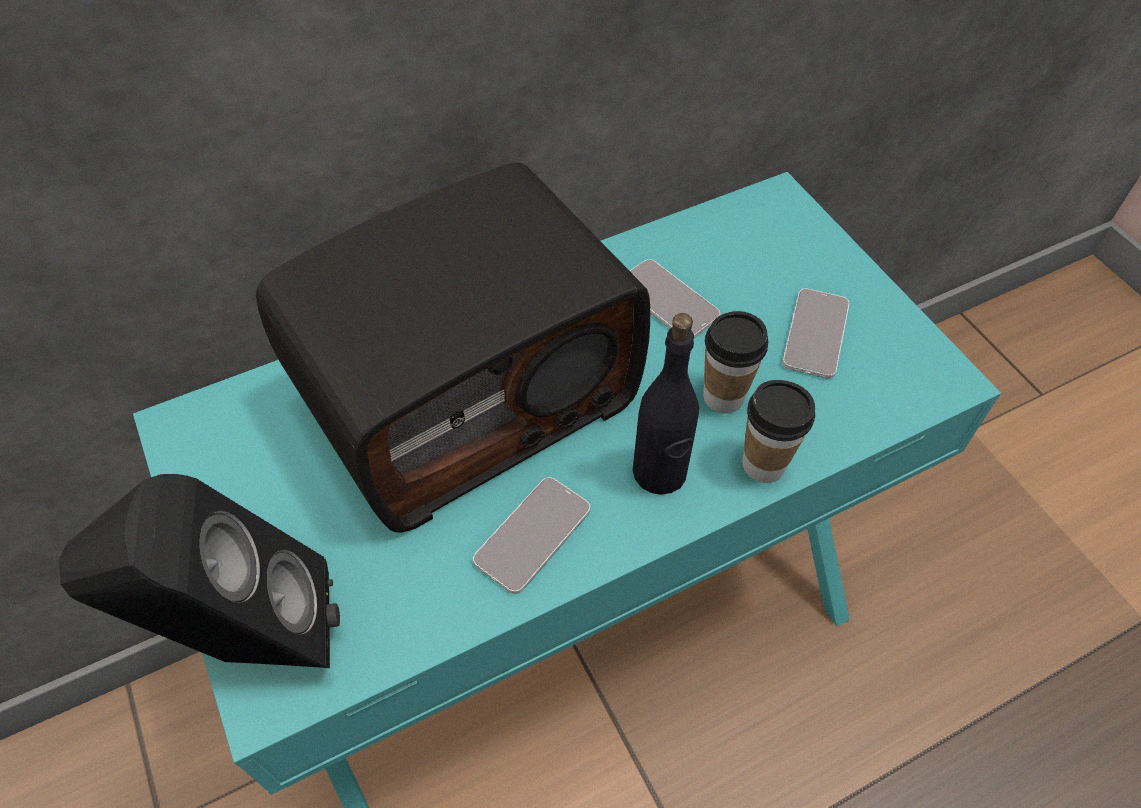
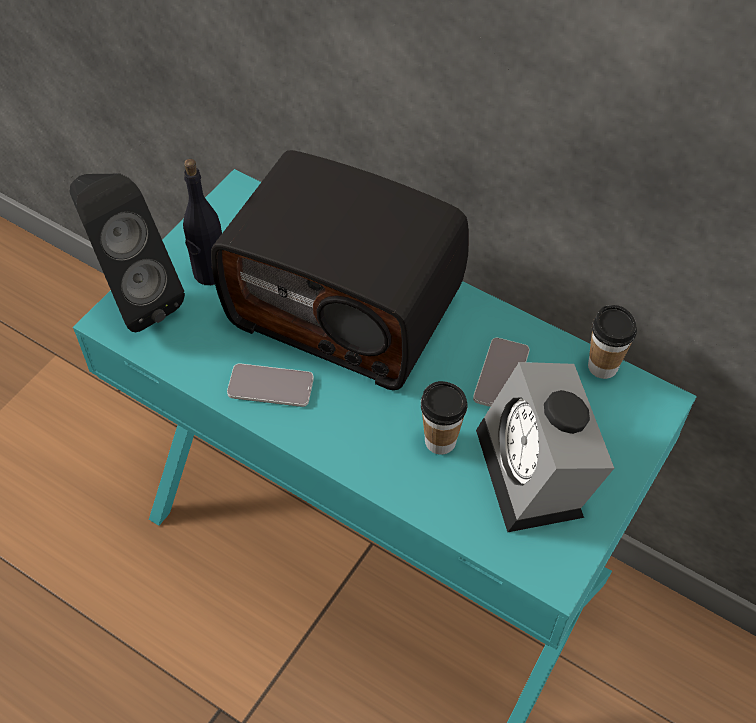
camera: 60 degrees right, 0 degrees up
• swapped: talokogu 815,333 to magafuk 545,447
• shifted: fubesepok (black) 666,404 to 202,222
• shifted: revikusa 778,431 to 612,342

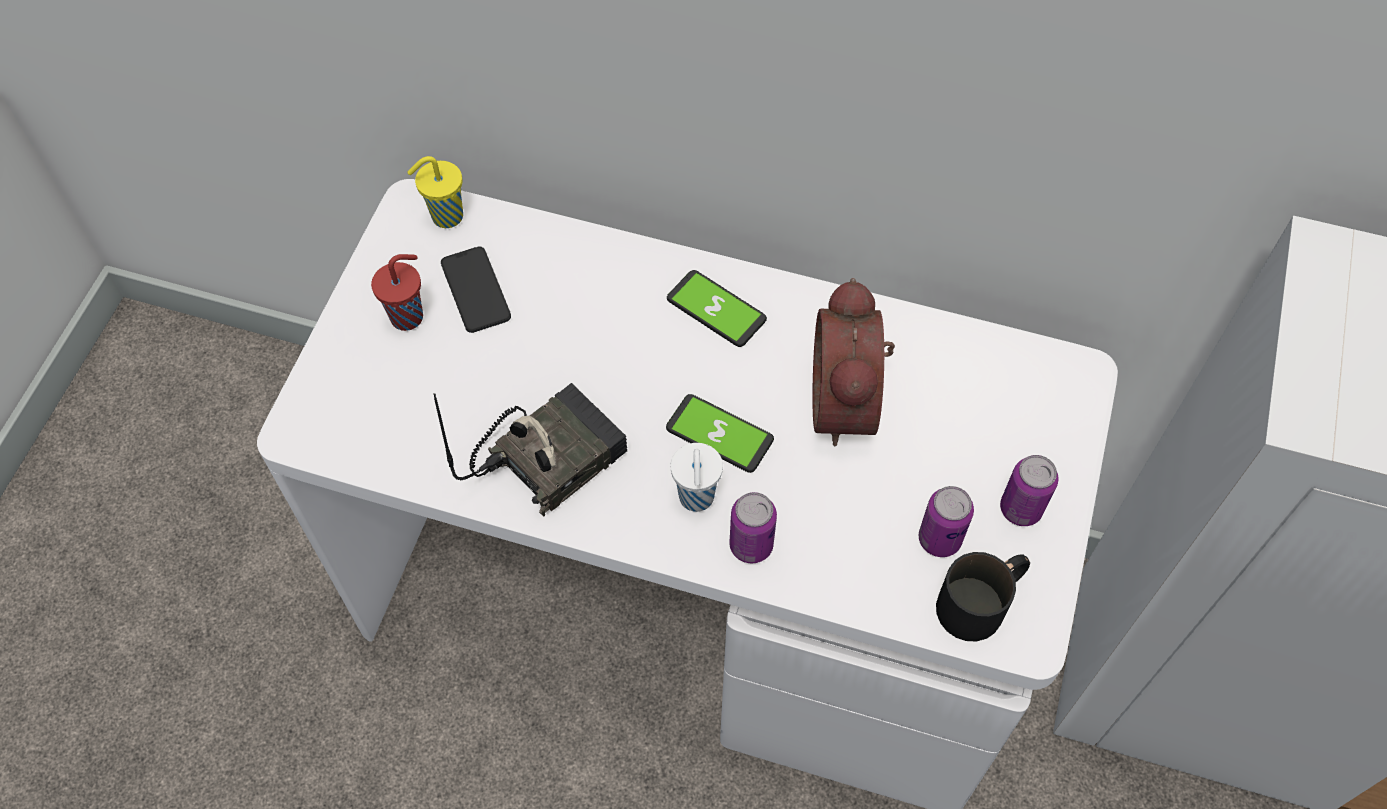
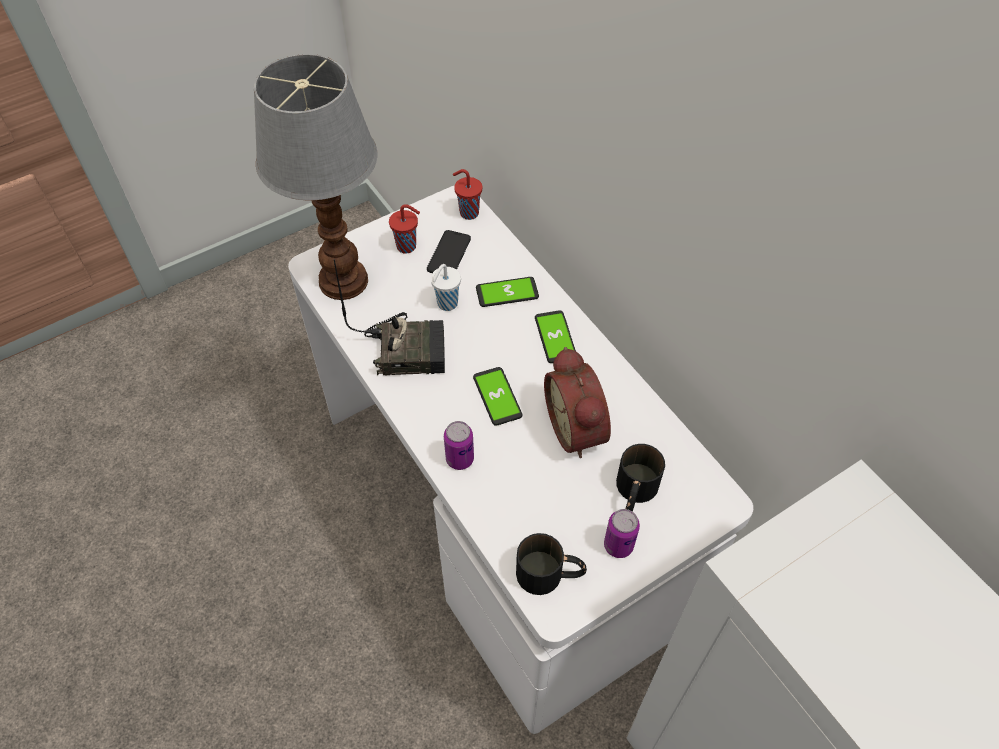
camera: 40 degrees right, 5 degrees down
• repainted: revikusa (yellow) 435,192 to revikusa (red) 467,194
• rotated: magafuk 853,362 = 577,402 60 degrees counterclockwise
• shifted: revikusa (white) 696,477 to 446,287
• gone: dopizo 946,521
• new: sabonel 315,177
• new: talokogu 507,292
• new: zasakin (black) 640,478

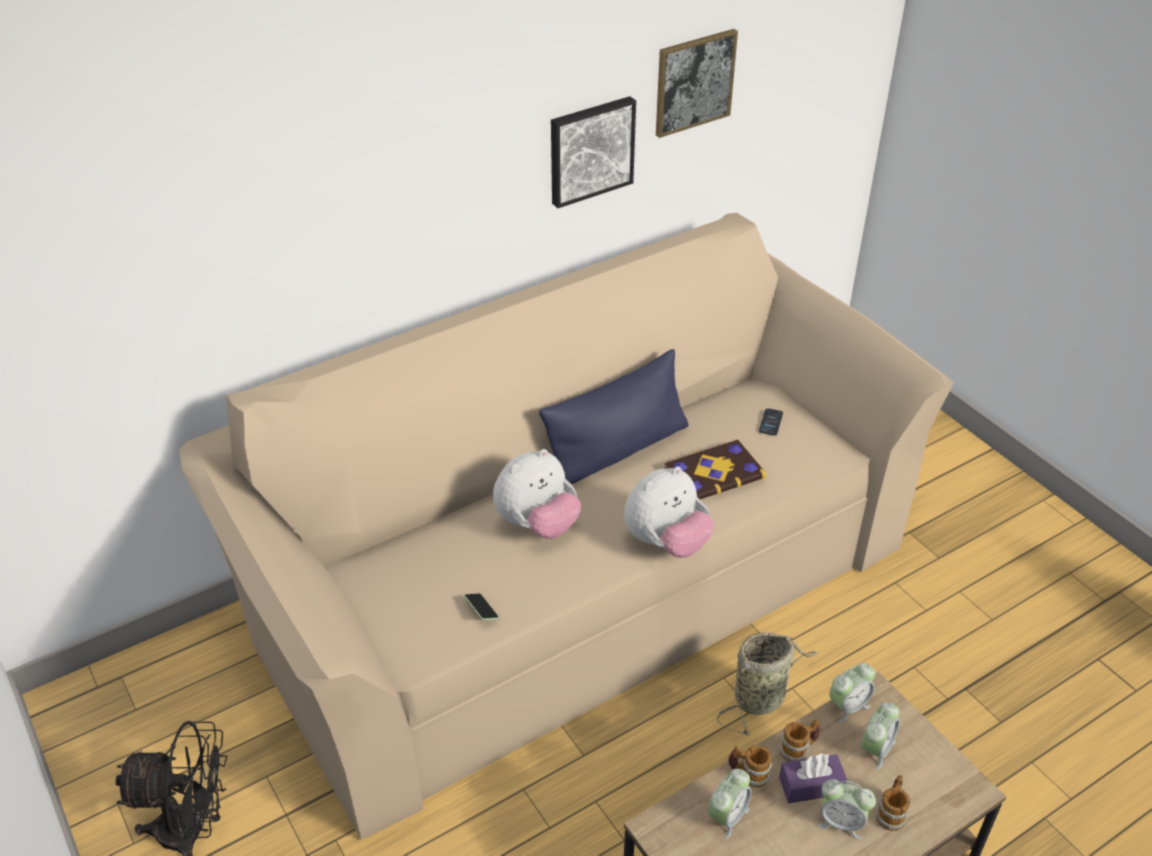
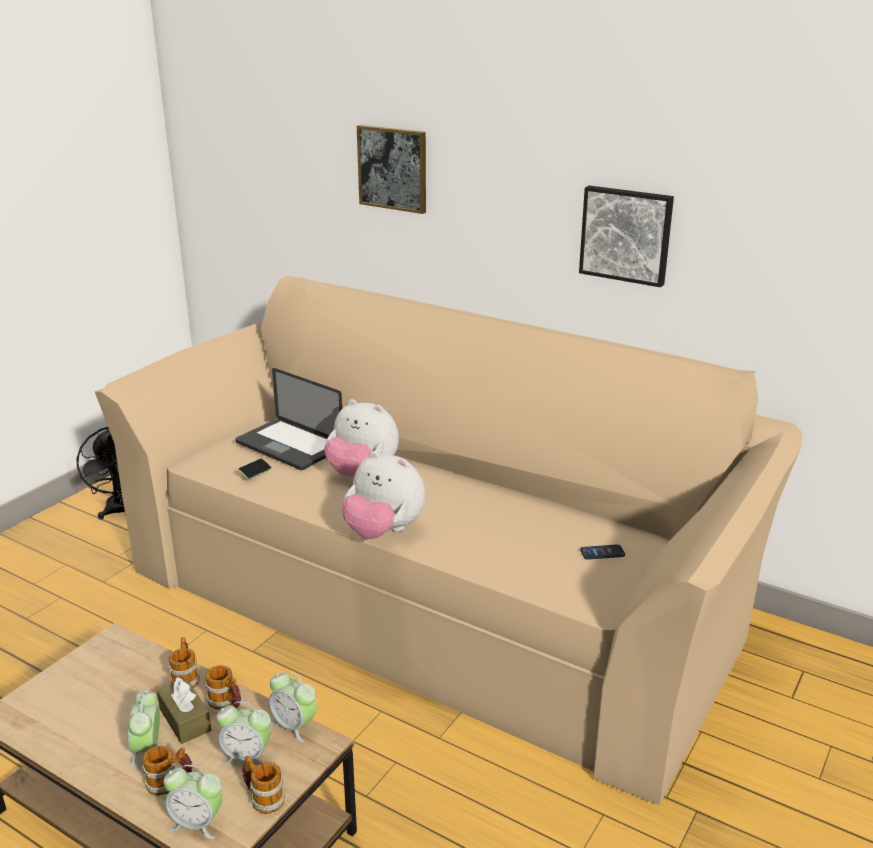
camera: 65 degrees right, 15 degrees down
• shifted: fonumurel 697,83 to 391,169
• gone: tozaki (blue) 614,417
• gone: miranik 715,469
• gone: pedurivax 767,684
• repainted: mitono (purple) 813,778 to mitono (brown) 184,710
• shifted: magafuk 730,804 to 192,802
• new: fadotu 288,419
• new: zasakin 263,785

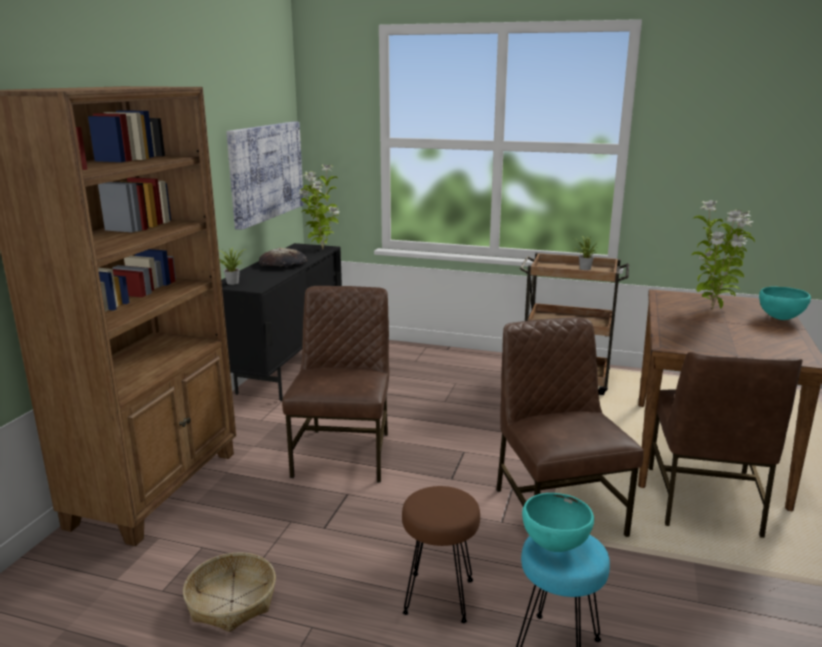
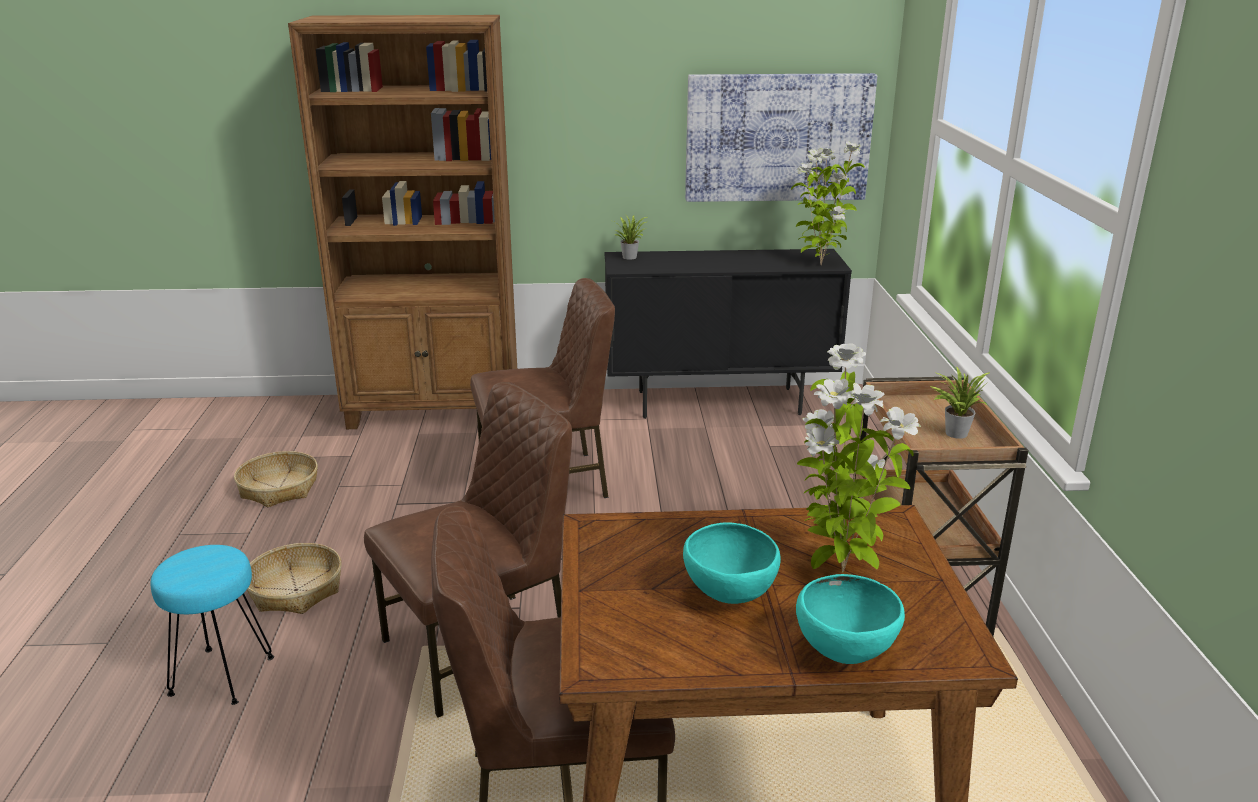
camera: 70 degrees right, 5 degrees up
• gone: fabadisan 283,257
• swapped: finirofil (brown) 441,554 to pedurivax 294,578
• shifted: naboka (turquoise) 558,522 to 732,563

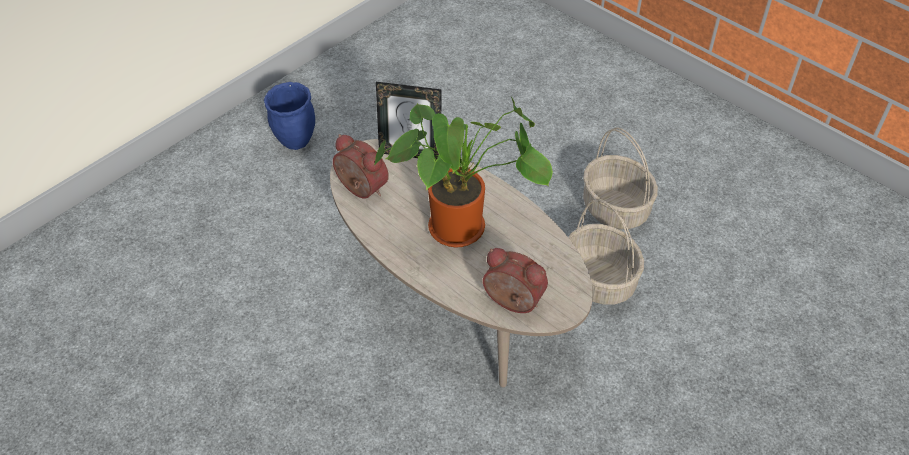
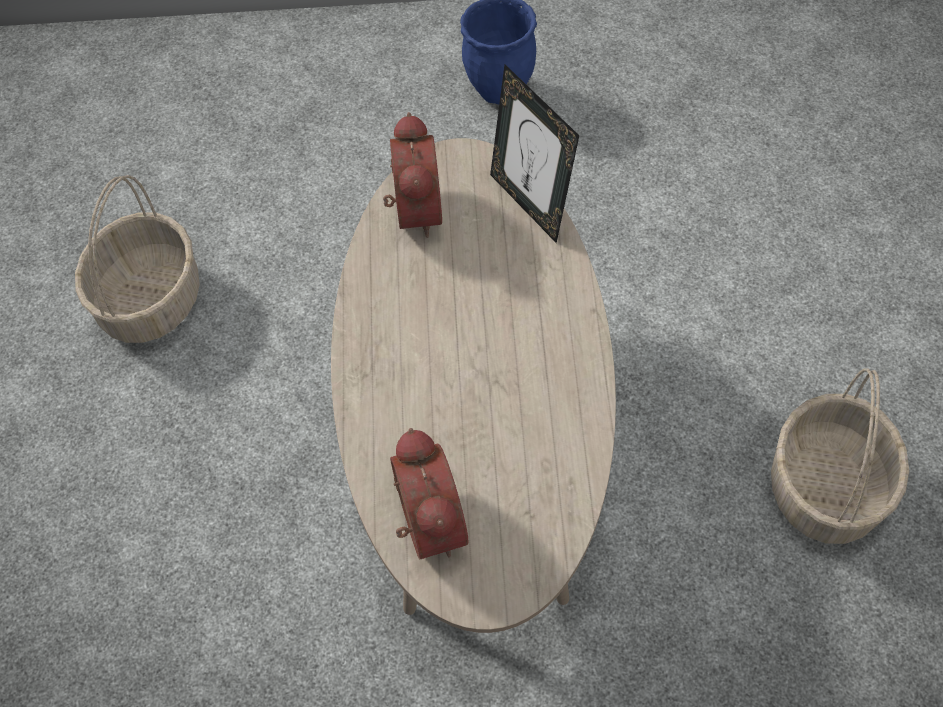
camera: 45 degrees right, 10 degrees up
• gone: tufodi 463,172
• shifted: pedurivax 606,251 to 137,259

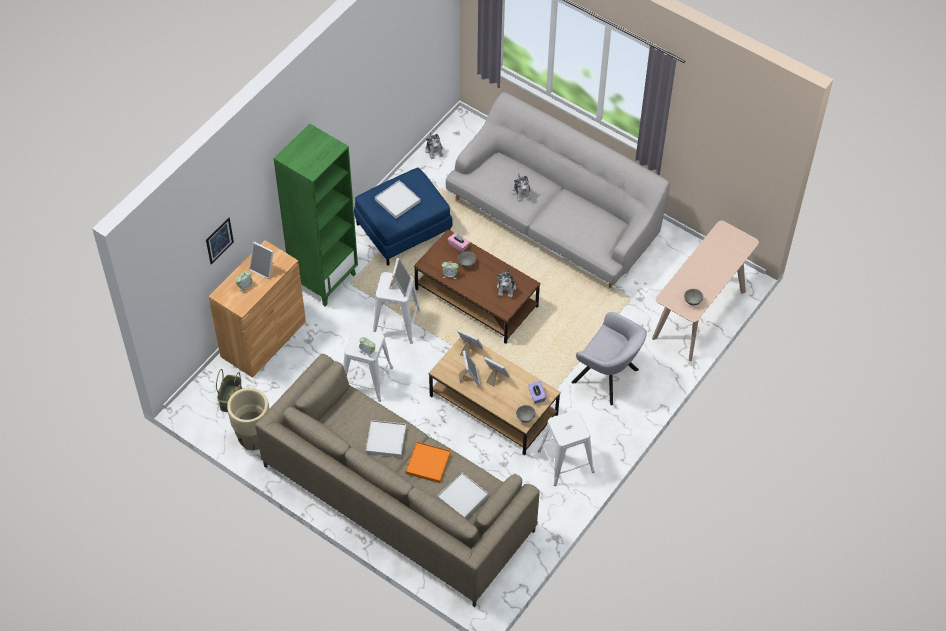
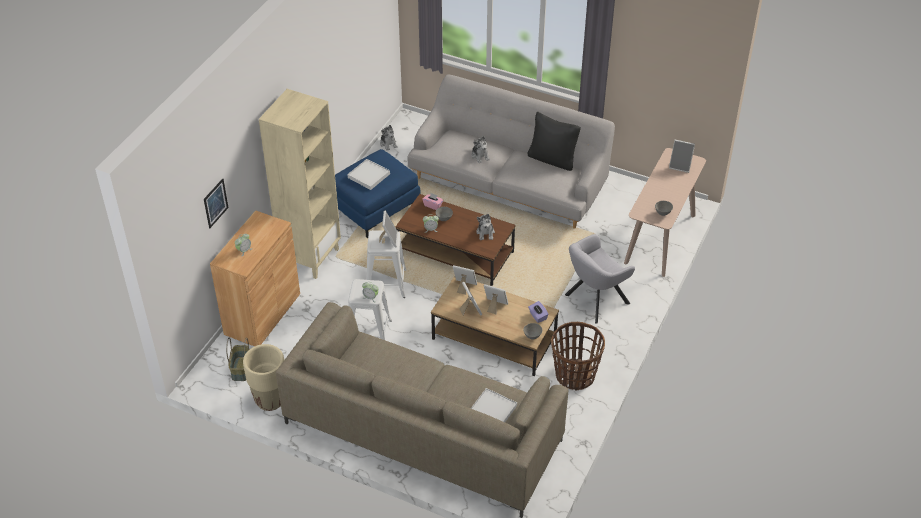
camera: 10 degrees left, 10 degrees down
• repainted: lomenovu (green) 316,214 to lomenovu (beige) 300,184
• shifted: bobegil 261,260 to 682,156
• rotated: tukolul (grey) 609,358 = 600,279 120 degrees clockwise
• swapped: finirofil (white) 566,448 to pedurivax 578,356
• gone: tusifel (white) 386,438
• gone: tusifel (orange) 428,462
• new: tozaki (black) 554,141

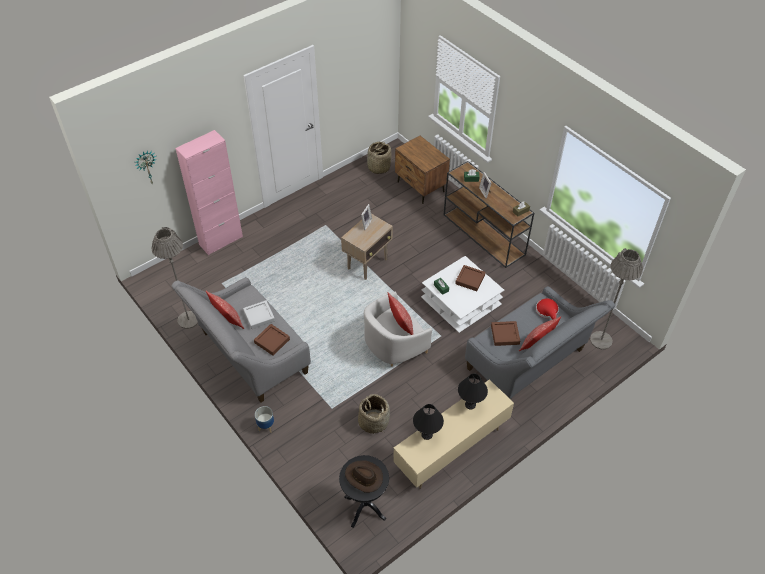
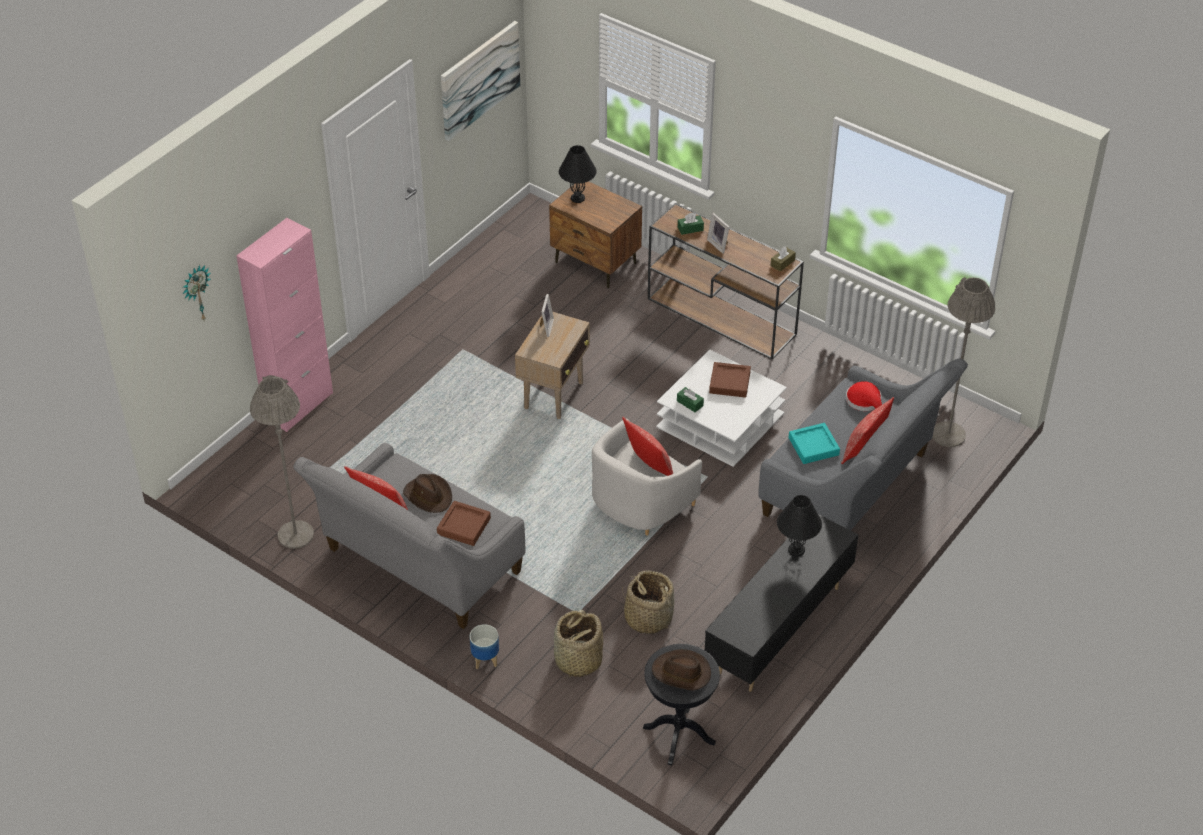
camera: 15 degrees left, 5 degrees down
• shifted: pedurivax 379,157 to 578,644
• swapped: tusifel (grey) 259,314 to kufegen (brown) 427,493
• repainted: tusifel (brown) 505,333 to tusifel (turquoise) 814,443
• repainted: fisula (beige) 453,434 to fisula (black) 781,603
• shifted: sabonel (black) 428,422 to 578,174
• new: fonumurel 480,81

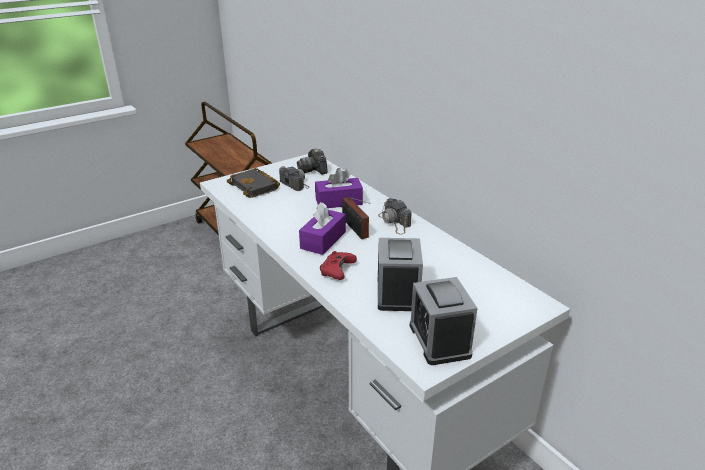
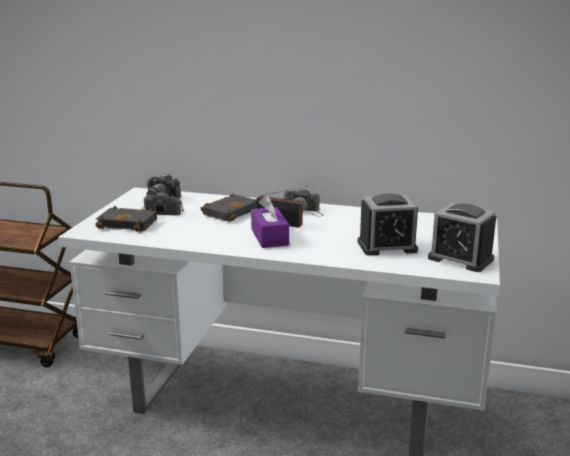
camera: 40 degrees left, 10 degrees down
• swapped: mitono (purple) 339,188 to miranik (black) 228,207
• rotated: magafuk 400,274 = 388,224 120 degrees clockwise
• gone: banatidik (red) 338,265

